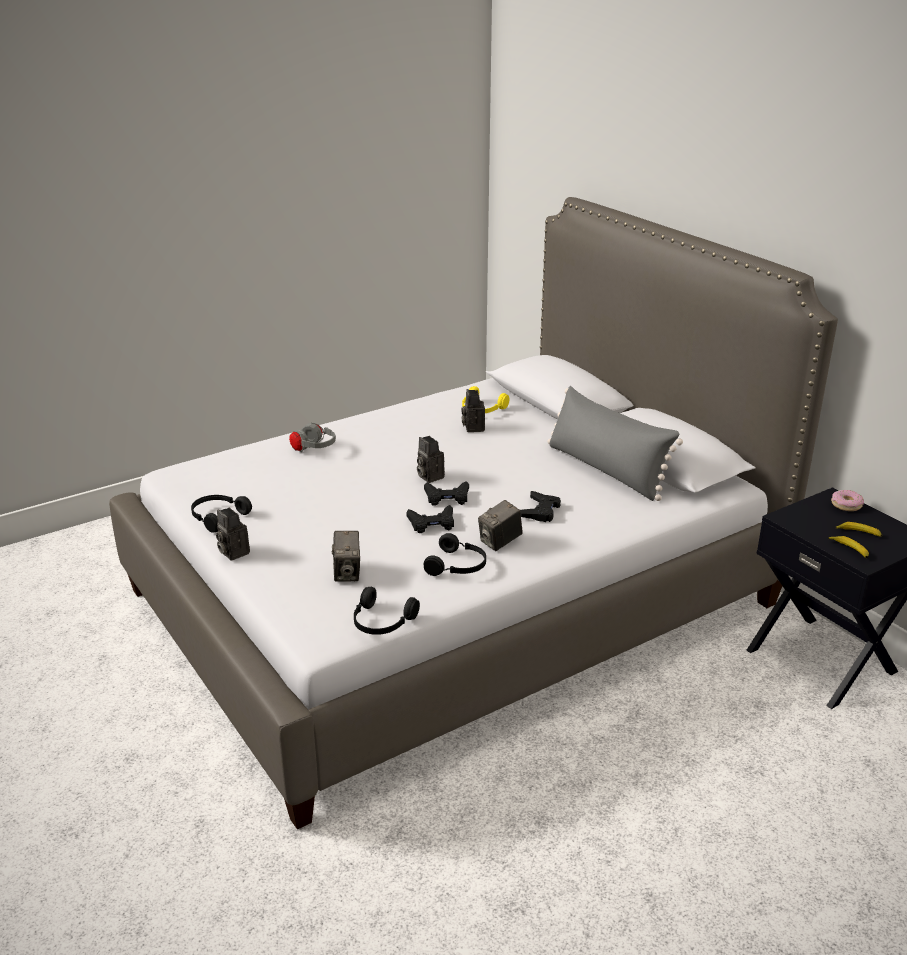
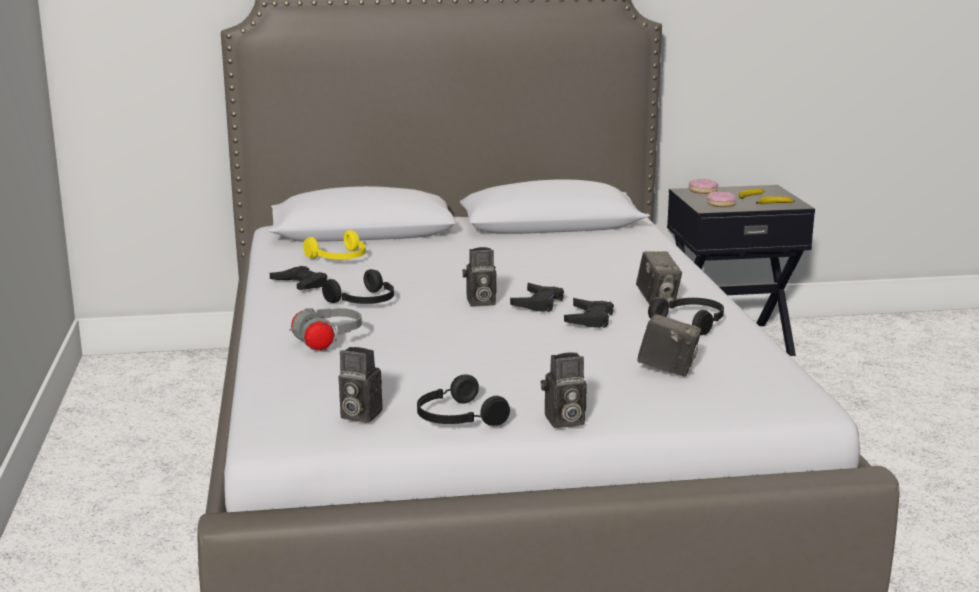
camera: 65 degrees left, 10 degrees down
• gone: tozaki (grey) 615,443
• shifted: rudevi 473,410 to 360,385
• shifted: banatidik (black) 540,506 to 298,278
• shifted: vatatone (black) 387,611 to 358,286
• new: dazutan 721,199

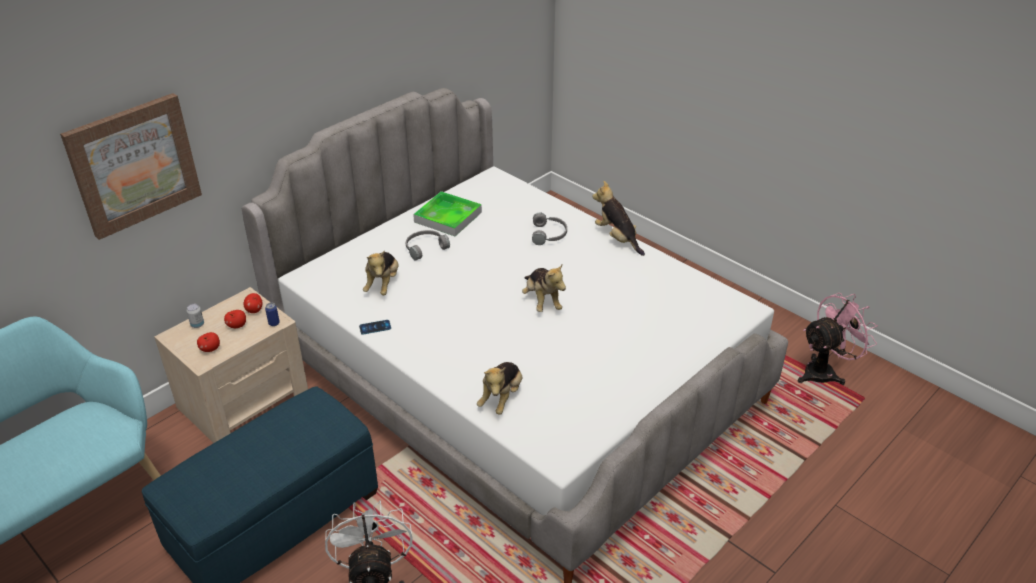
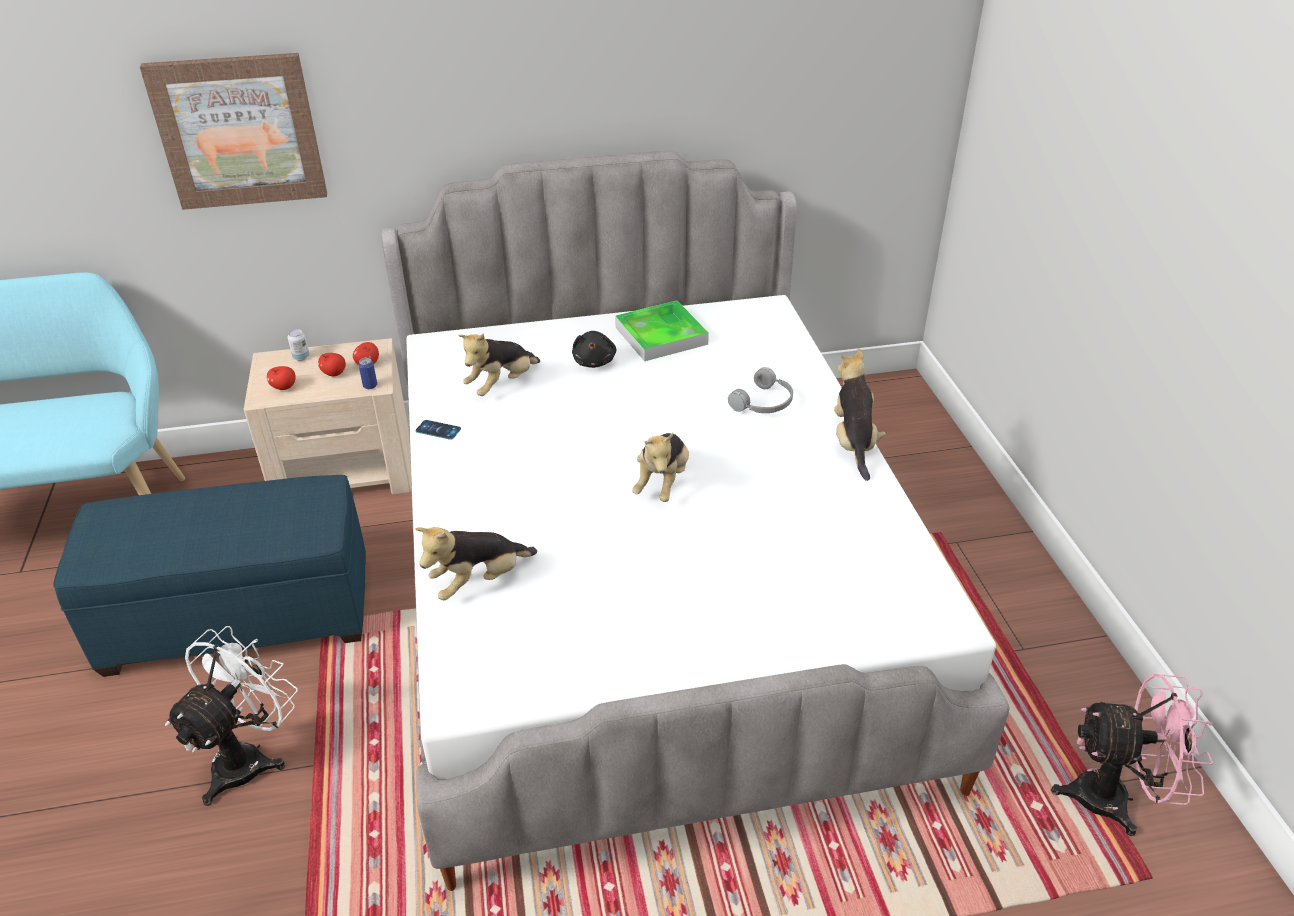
camera: 35 degrees right, 0 degrees up
• swapped: vatatone (grey) 428,245 to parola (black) 594,349

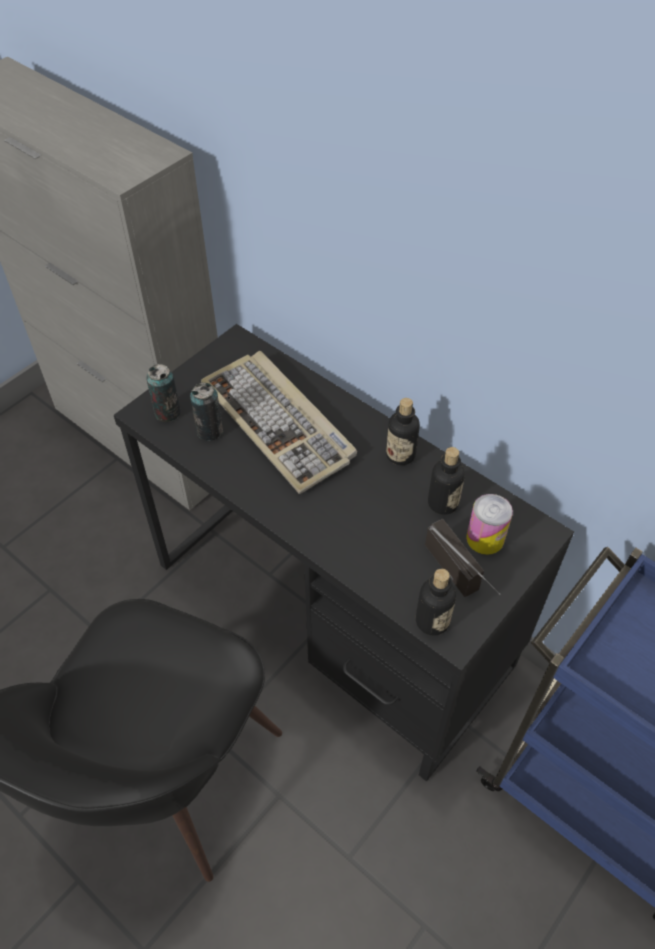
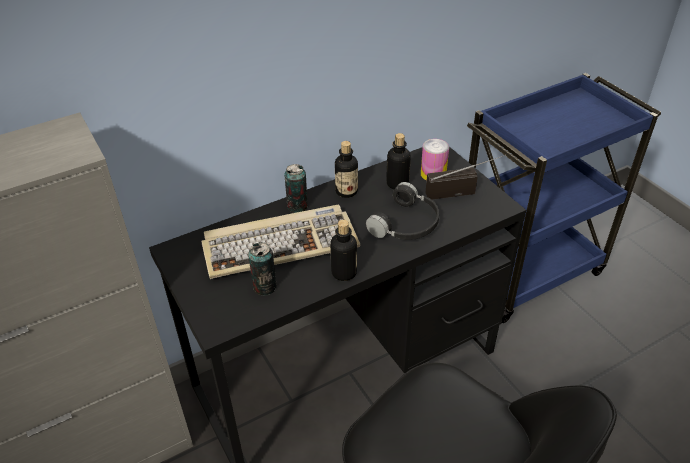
camera: 70 degrees left, 10 degrees down
• shifted: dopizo 163,393 to 296,188
• shifted: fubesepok 436,602 to 343,250
• new: vatatone (black) 403,211

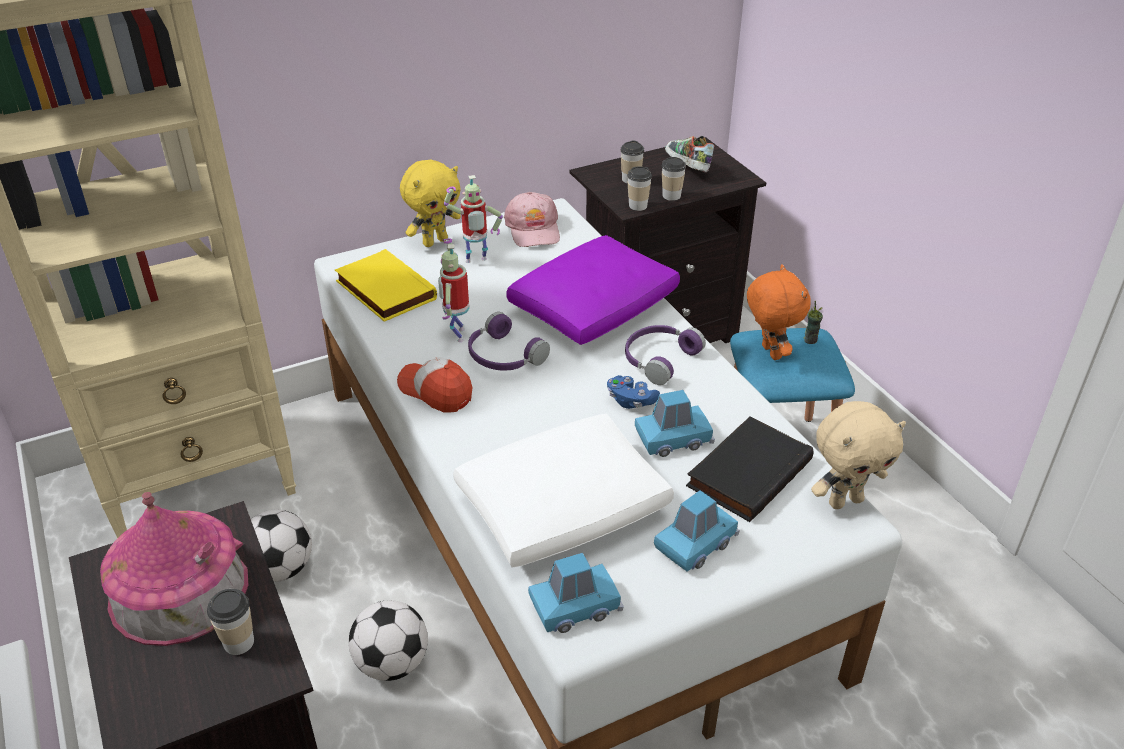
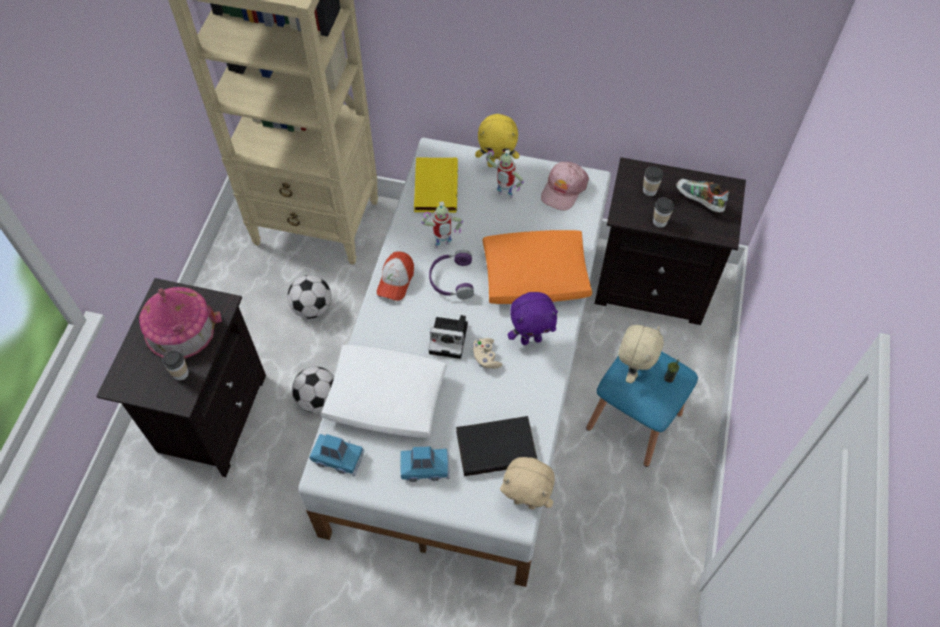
camera: 40 degrees right, 20 degrees up
• rotated: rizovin 689,154 = 702,196 60 degrees counterclockwise
• gone: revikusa 639,188
• repainted: tozaki (purple) 593,290 to tozaki (orange) 537,267
• rotated: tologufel 453,290 = 442,224 150 degrees counterclockwise
• repainted: parola (orange) 779,312 to parola (beige) 640,354
• swapped: vatatone (purple) 665,355 to parola (purple) 533,318
• rotated: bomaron 435,384 = 395,276 150 degrees counterclockwise
• repainted: banatidik (blue) 633,392 to banatidik (beige) 487,353
• gone: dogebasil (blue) 675,423
• new: rudevi 448,337

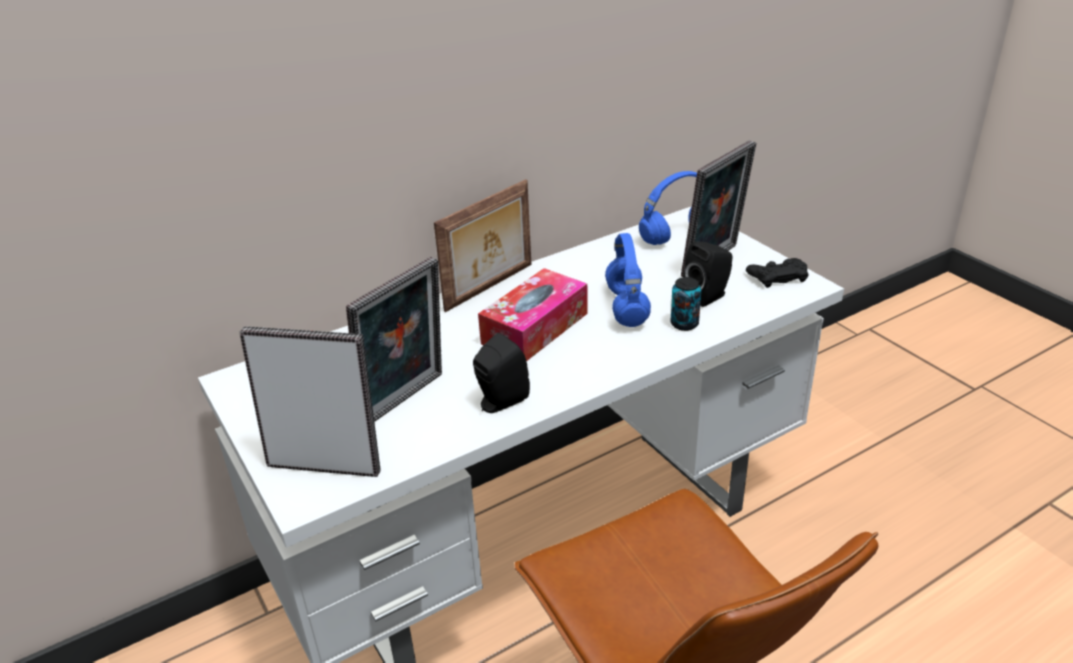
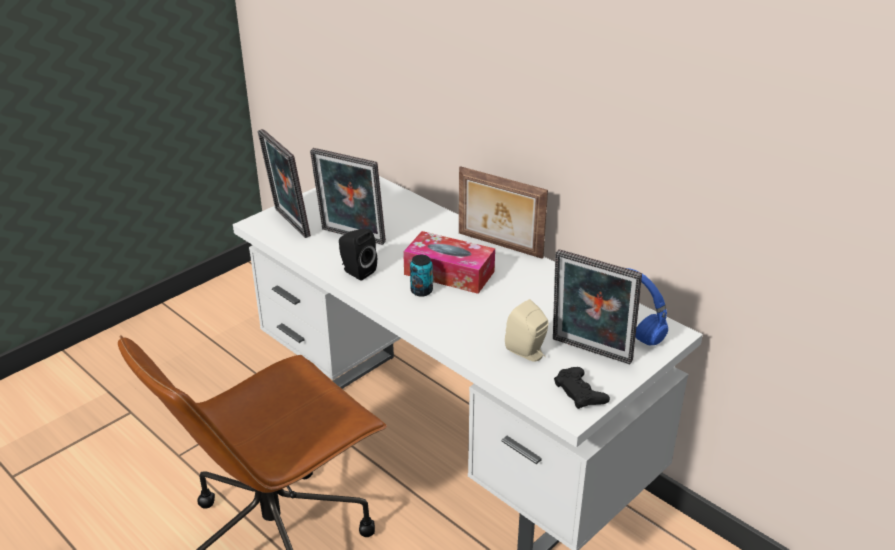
camera: 75 degrees right, 0 degrees up
• gone: vatatone (blue) 628,280
• repainted: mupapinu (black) 708,274 to mupapinu (beige) 527,330
• shifted: dopizo 685,304 to 421,276
• rotated: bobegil 309,401 = 284,183 150 degrees clockwise

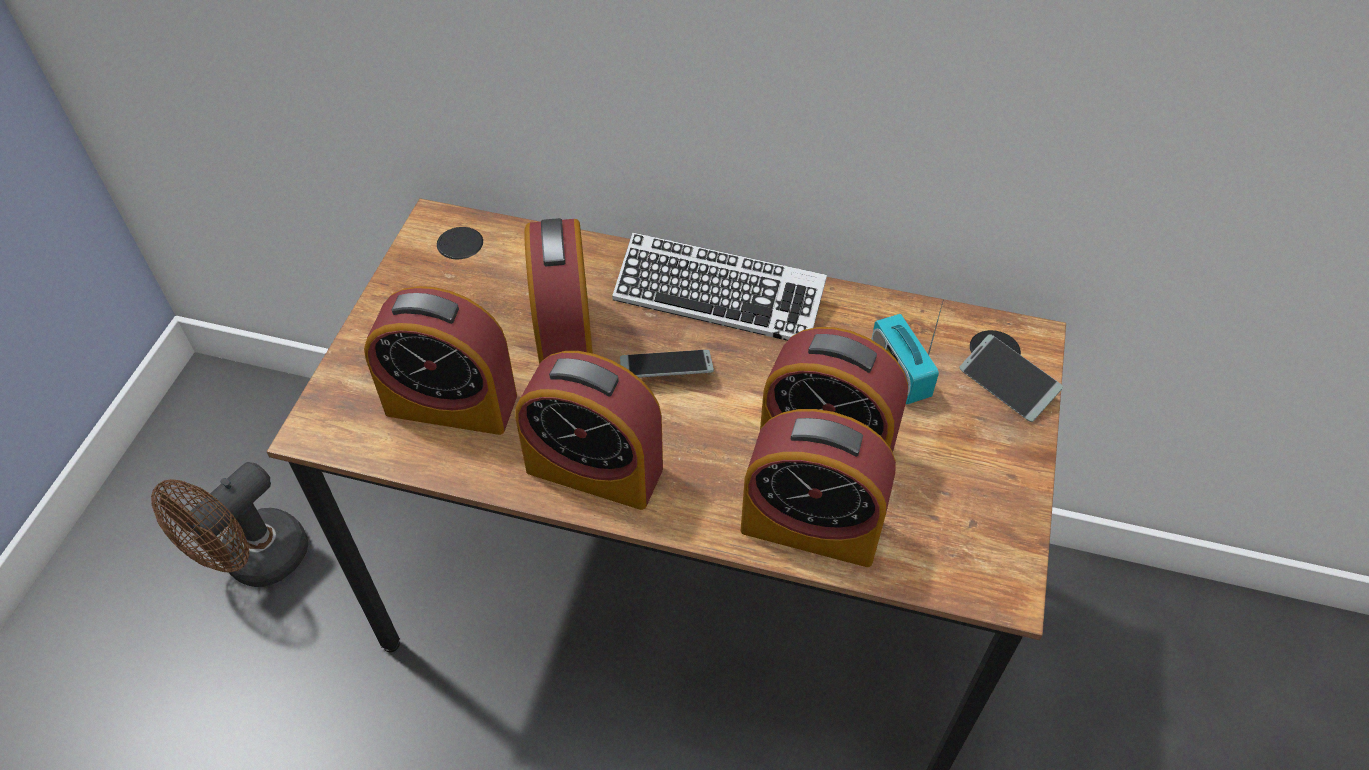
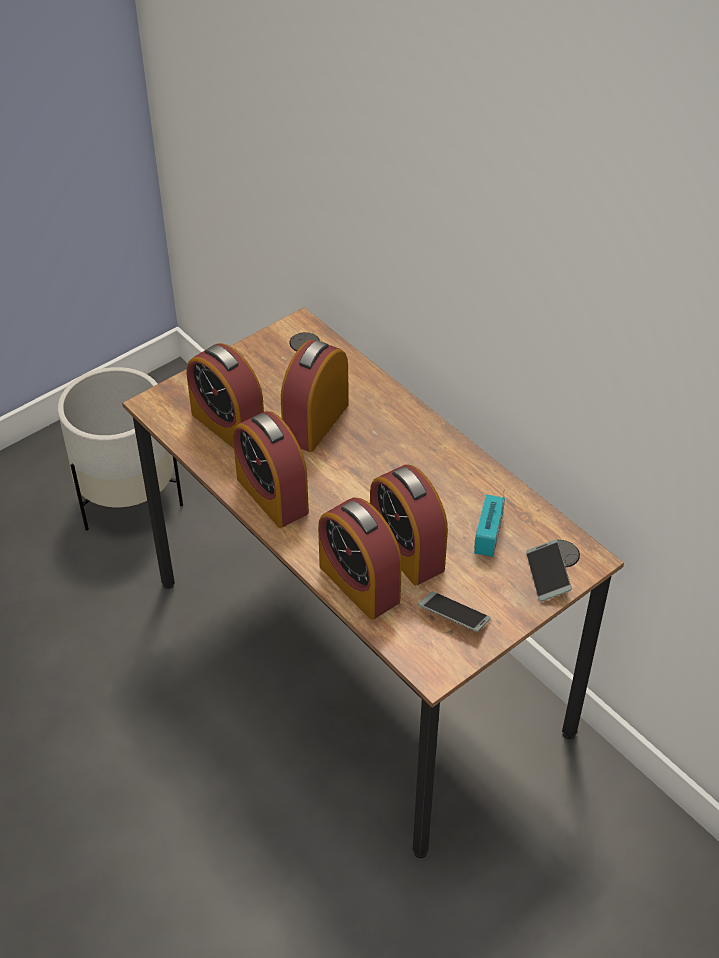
camera: 35 degrees right, 5 degrees down
• gone: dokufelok 719,286
• shifted: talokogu 667,364 to 454,611
• swapped: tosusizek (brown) 229,524 to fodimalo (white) 120,449

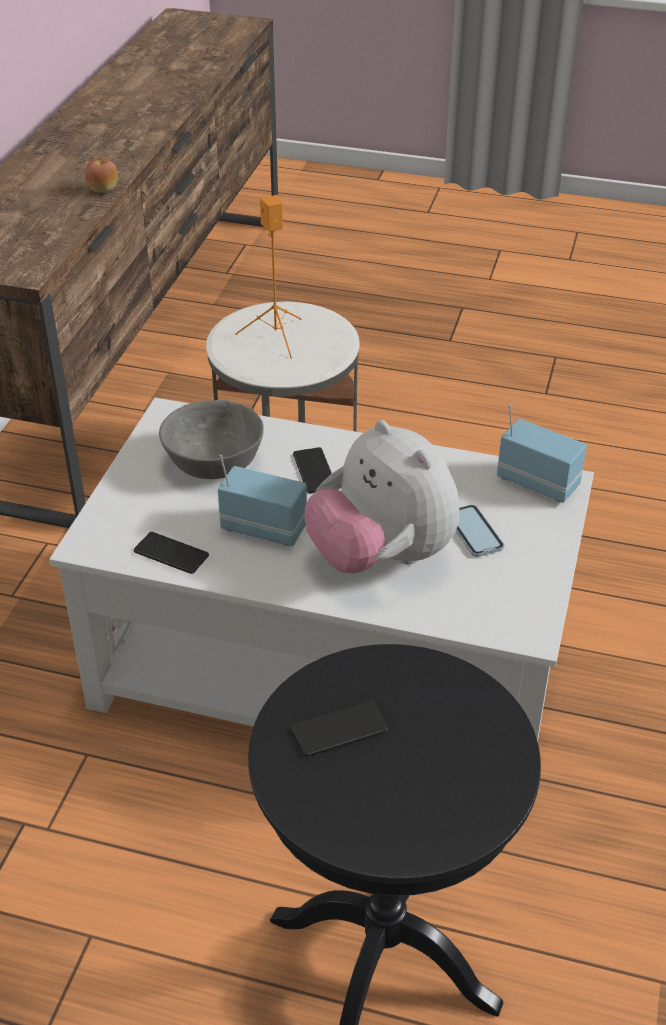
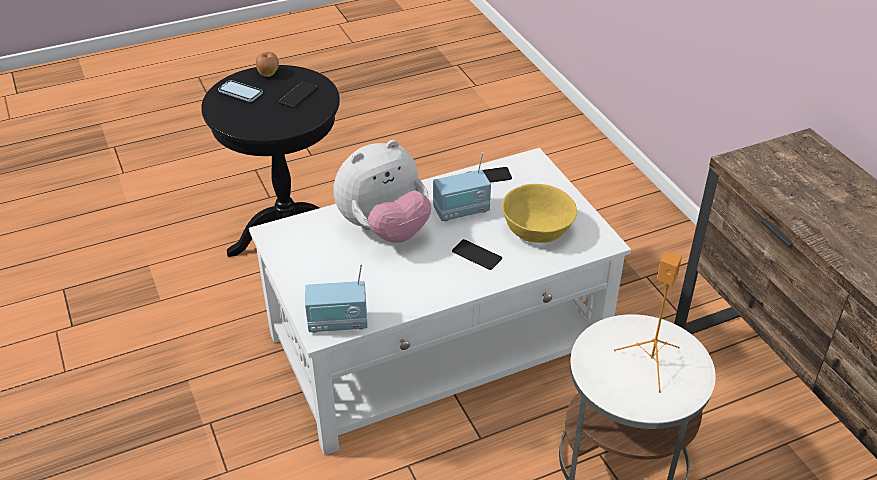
camera: 140 degrees right, 0 degrees up
• shifted: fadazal 101,175 to 267,64
• repainted: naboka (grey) 211,439 to naboka (yellow) 539,213
• rotated: parola 382,496 = 382,191 135 degrees clockwise
• shifted: talokogu 479,531 to 240,91

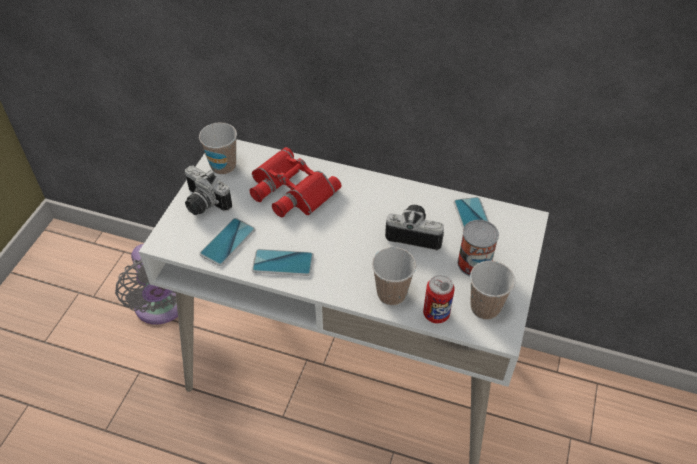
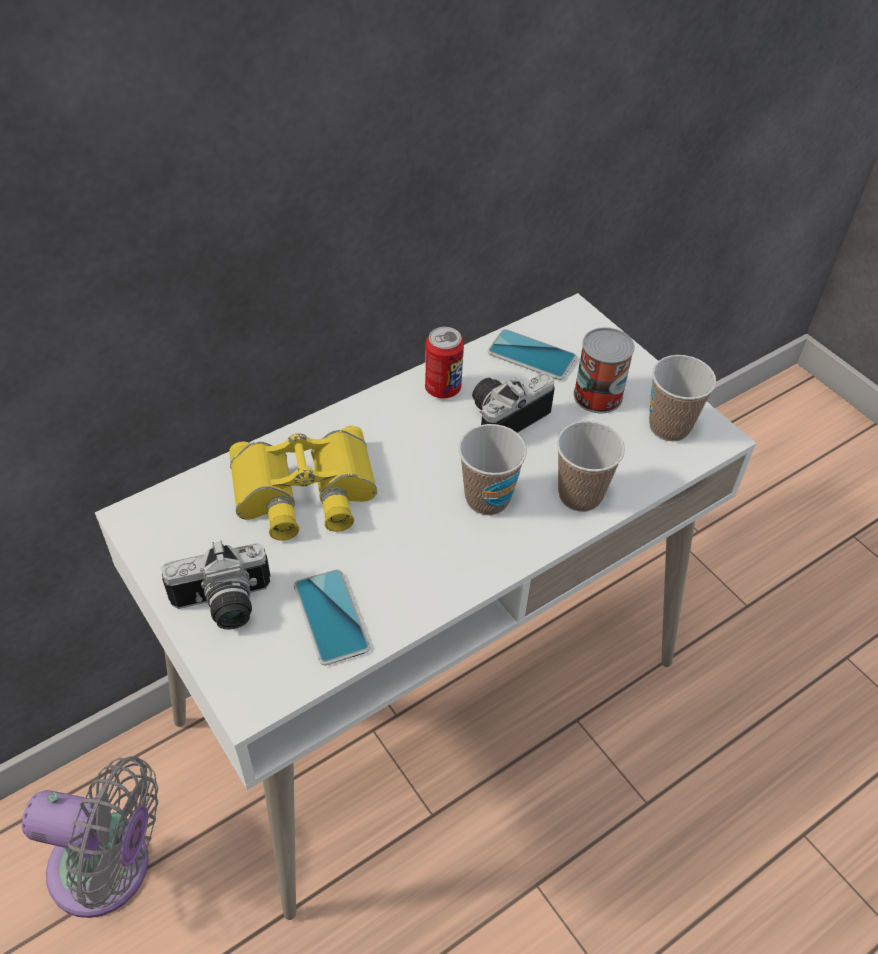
camera: 55 degrees left, 0 degrees up
• shifted: revikusa 218,148 to 493,469
• repainted: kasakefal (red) 295,182 to kasakefal (yellow) 303,483
• gone: talokogu 283,262
• shifted: dopizo 439,299 to 444,363

